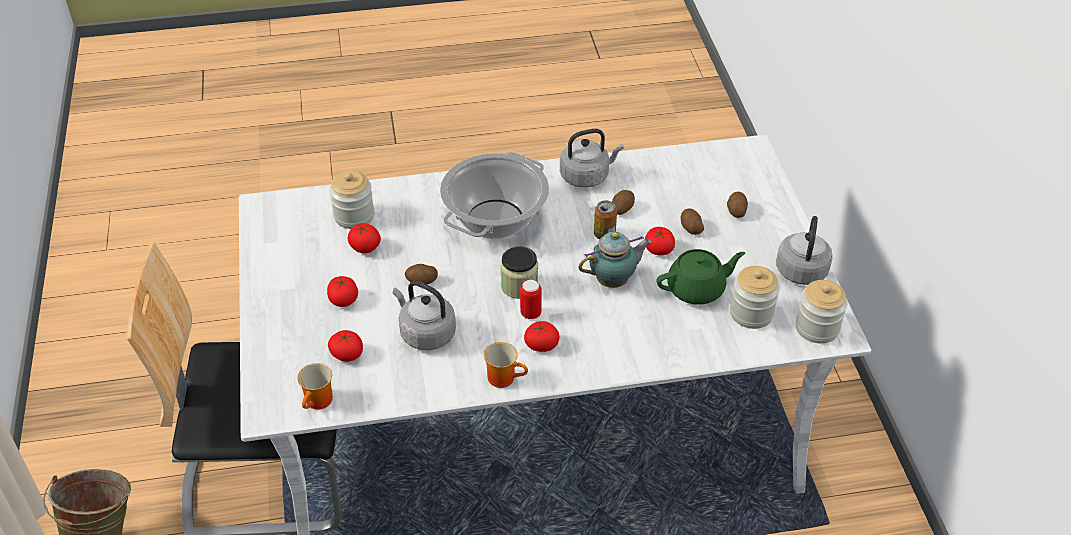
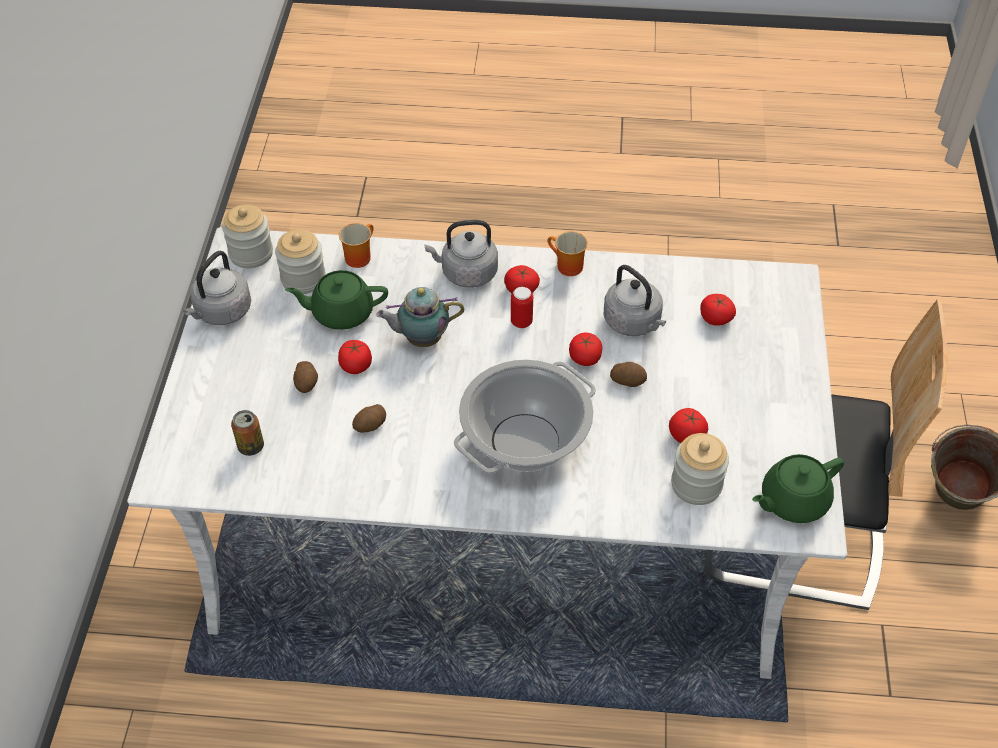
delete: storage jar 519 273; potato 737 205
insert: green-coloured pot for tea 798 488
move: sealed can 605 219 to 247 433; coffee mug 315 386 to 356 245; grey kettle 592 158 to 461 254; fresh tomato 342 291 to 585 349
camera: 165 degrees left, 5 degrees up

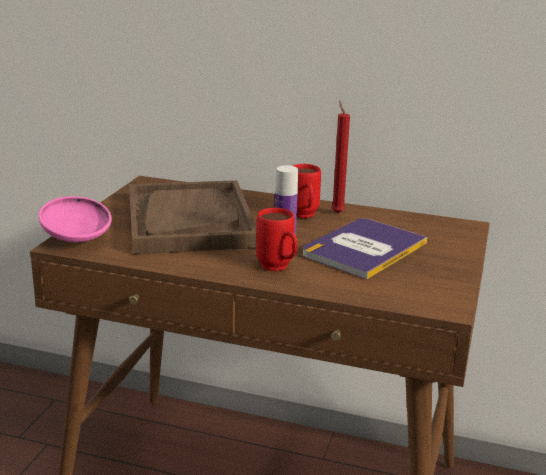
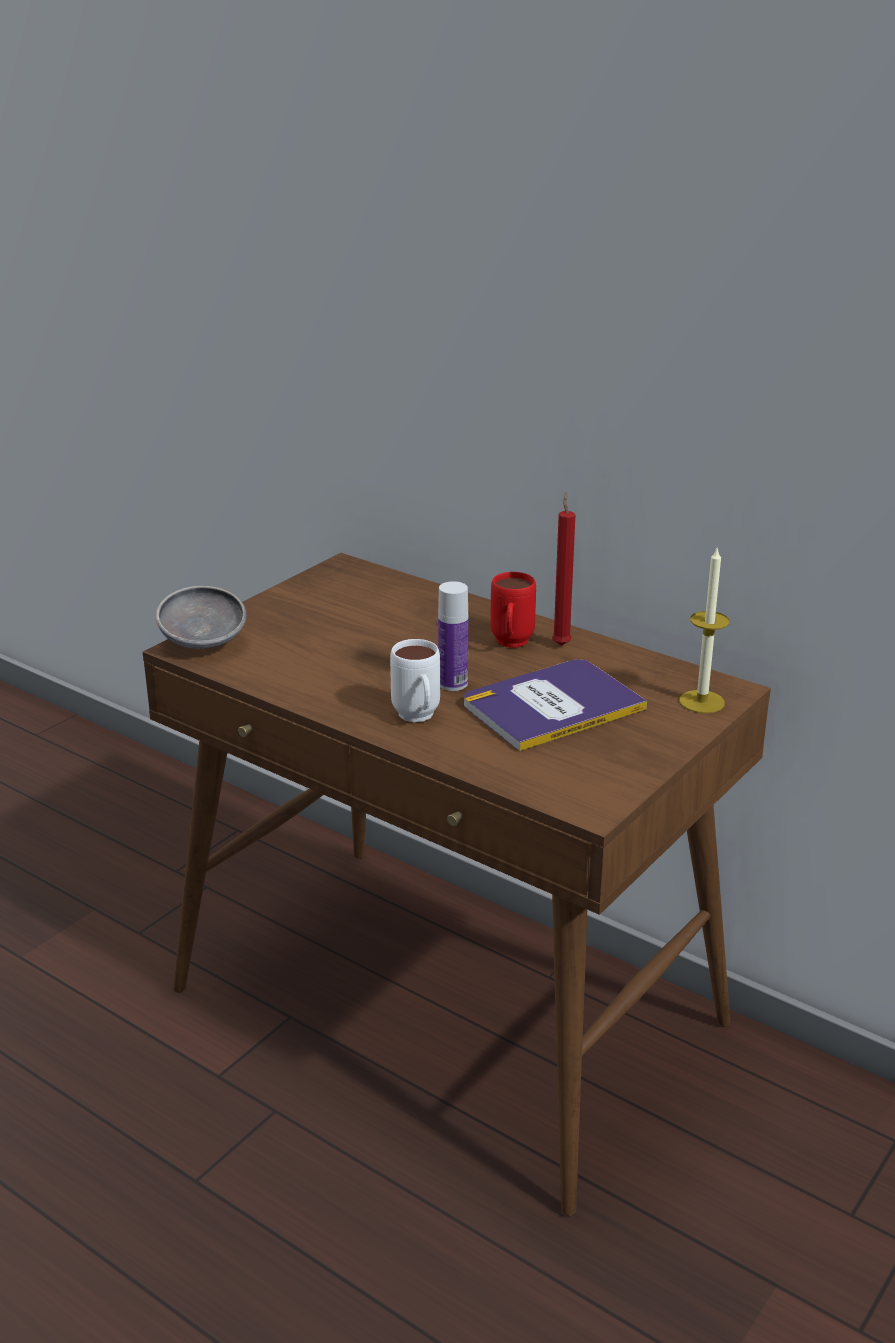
delete: brown serving tray 193 217
insert: wax candle 704 630
recolor: pink-coloured serving bowl 75 219 to grey serving bowl 200 617; red coffee mug 277 239 to white coffee mug 415 681
camera: 20 degrees right, 5 degrees up

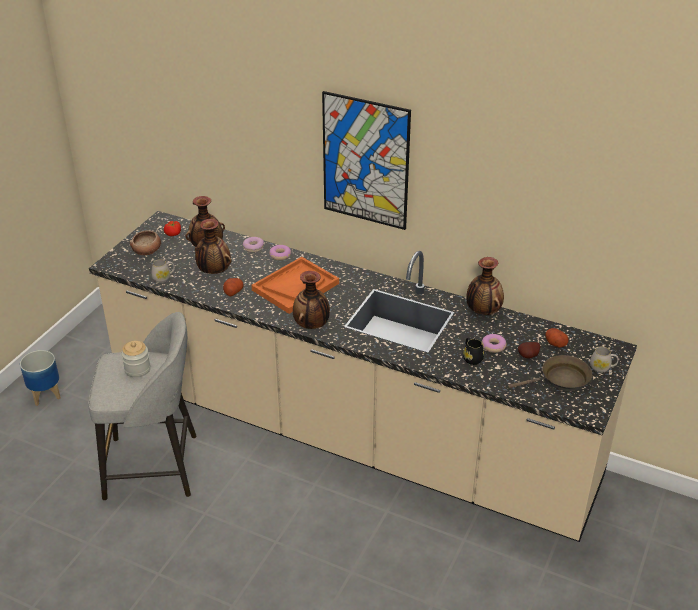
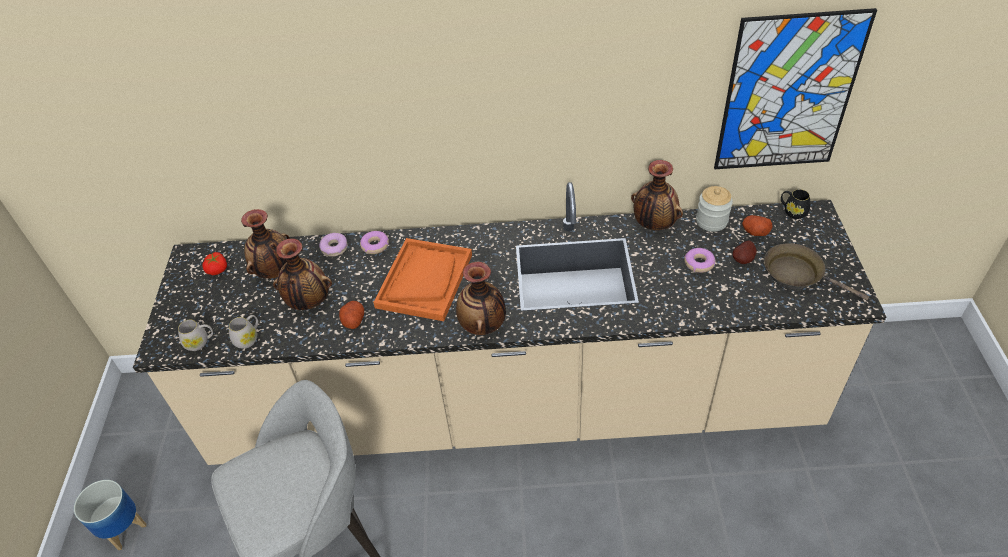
delete: serving bowl 145 242
move: white coffee mug 604 360 to 195 335; storage jar 136 359 to 714 209; wall art 366 160 to 795 88; black coffee mug 473 351 to 795 204
rotate: brown pan 550 373 = 816 271 105 degrees counterclockwise
camera: 25 degrees left, 10 degrees up

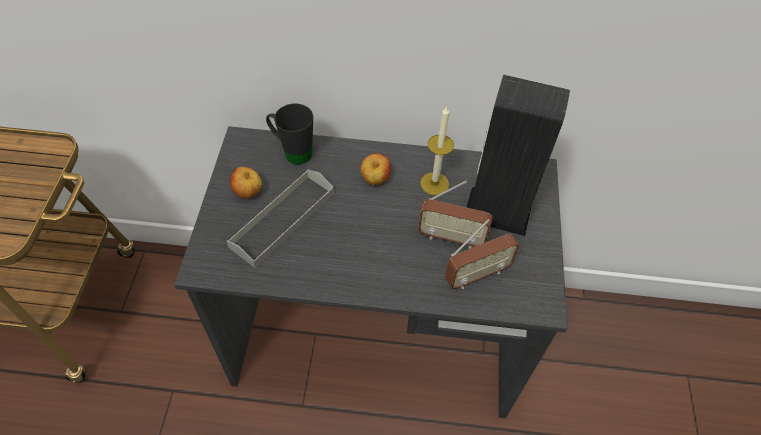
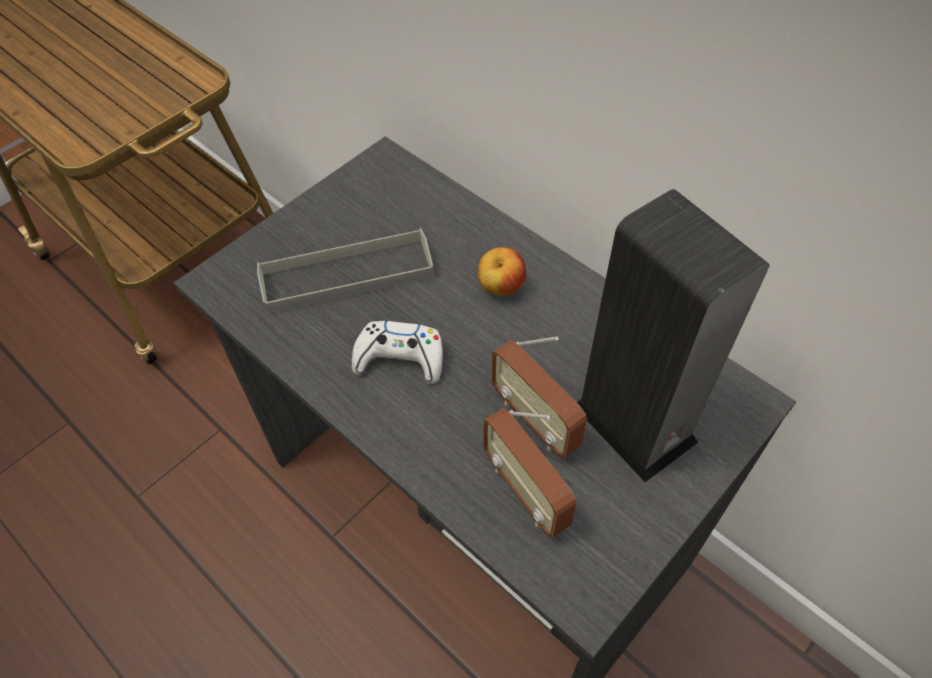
delete: whole apple 246 183; black coffee mug 289 134; wax candle 437 151
insert: white joypad 397 352
rotate: radio set 482 254 = 530 473 45 degrees clockwise
camera: 40 degrees right, 0 degrees up

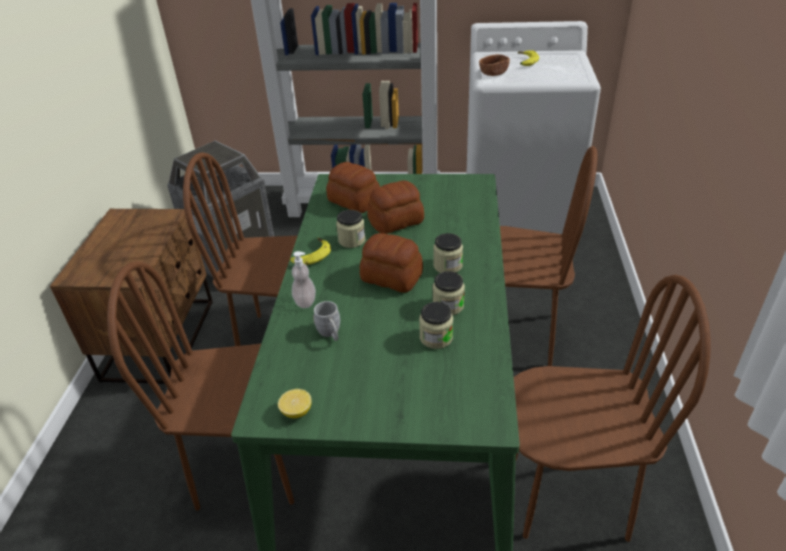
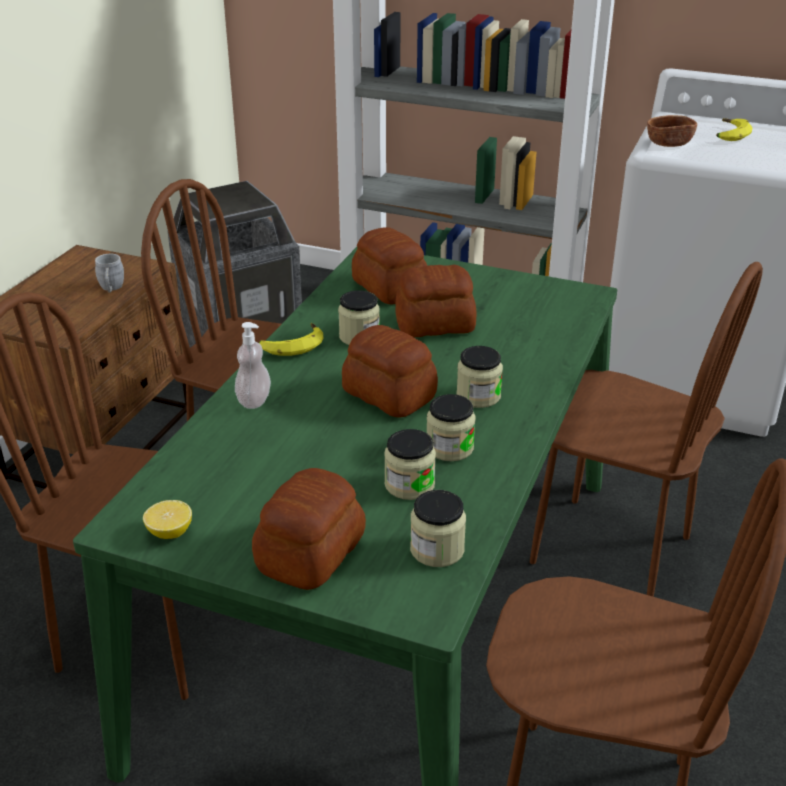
insert: bakery bread 309 529; storage jar 438 528
move: grey coffee mug 326 321 to 109 273
camera: 15 degrees right, 5 degrees down

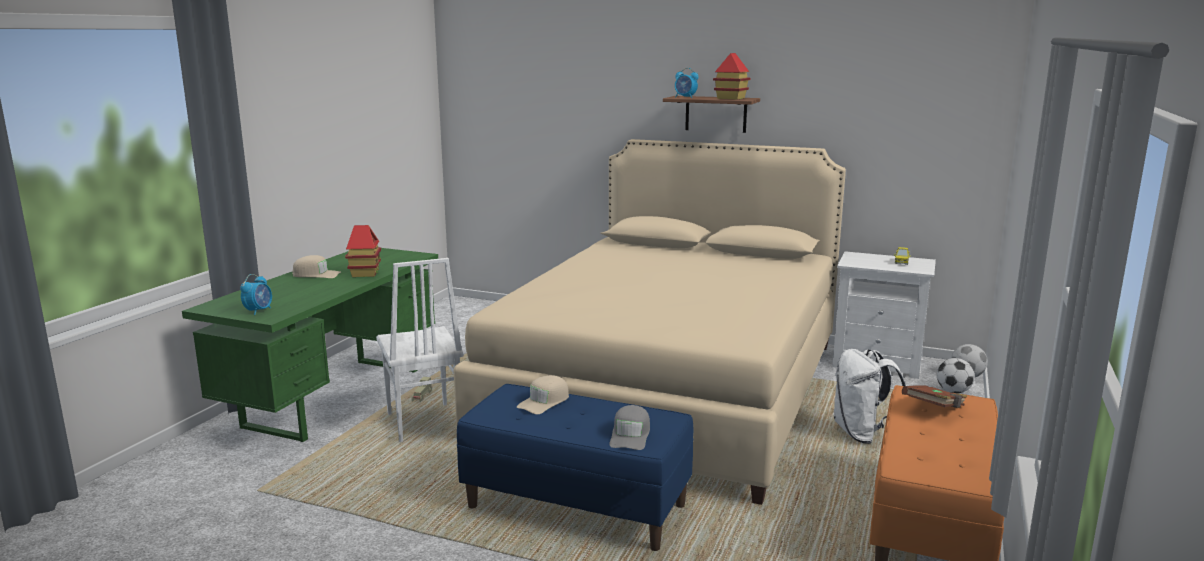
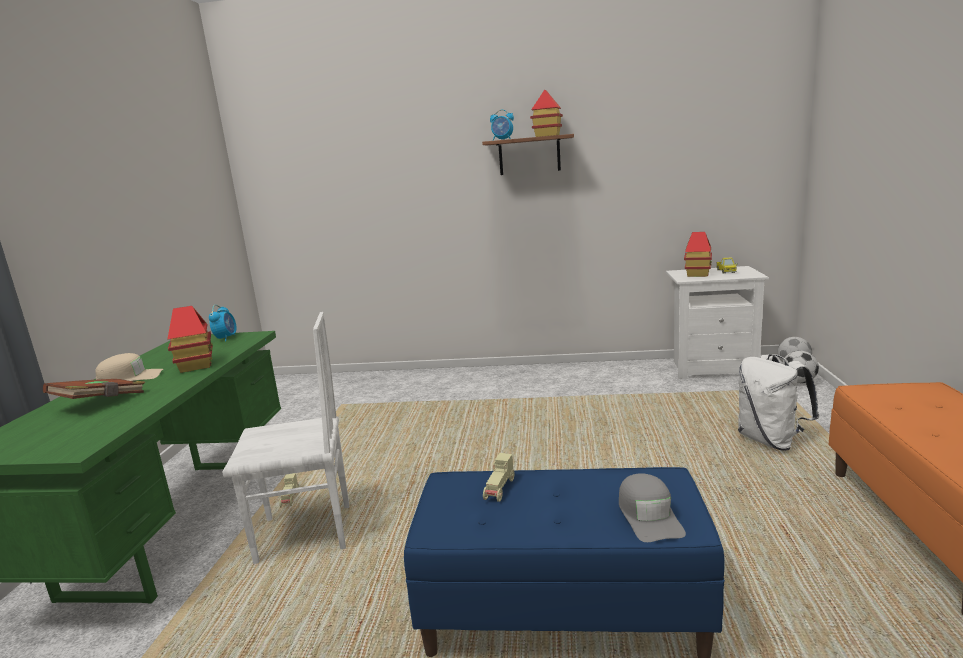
delete: sand-coloured bedroom bed 650 322
insert: miniature house 698 254
move: brown volume 934 396 to 94 389; alarm clock 256 294 to 222 323
replace: sand-coloured cap 543 394 to sand-coloured toy car 499 477
rotate: white chair 419 350 = 285 438 60 degrees counterclockwise
camera: 15 degrees left, 0 degrees up

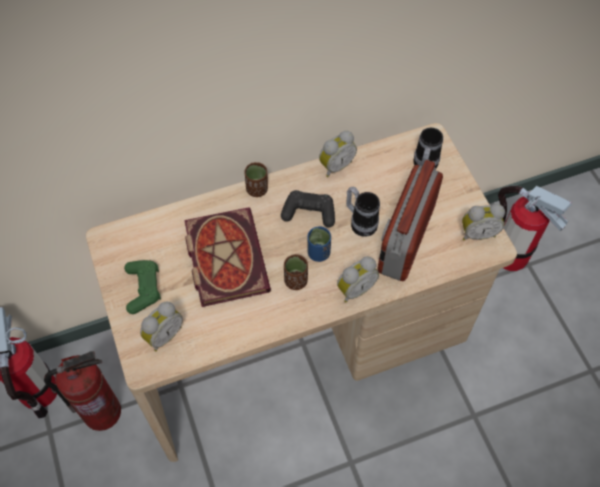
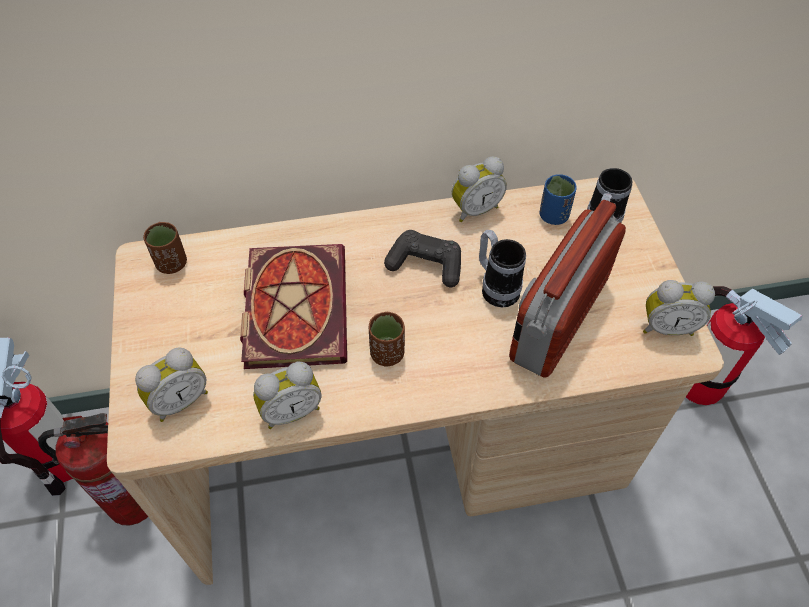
delete: green-coloured joypad 142 287
move: brown cup 256 179 to 165 248; alarm clock 358 280 to 287 395; blue-coloured cup 319 244 to 558 199
camera: 10 degrees right, 5 degrees down

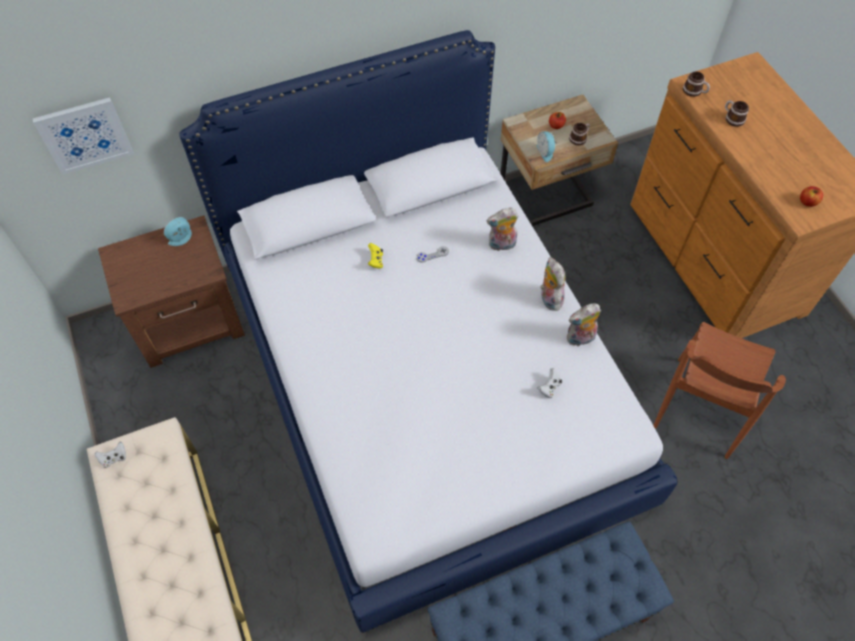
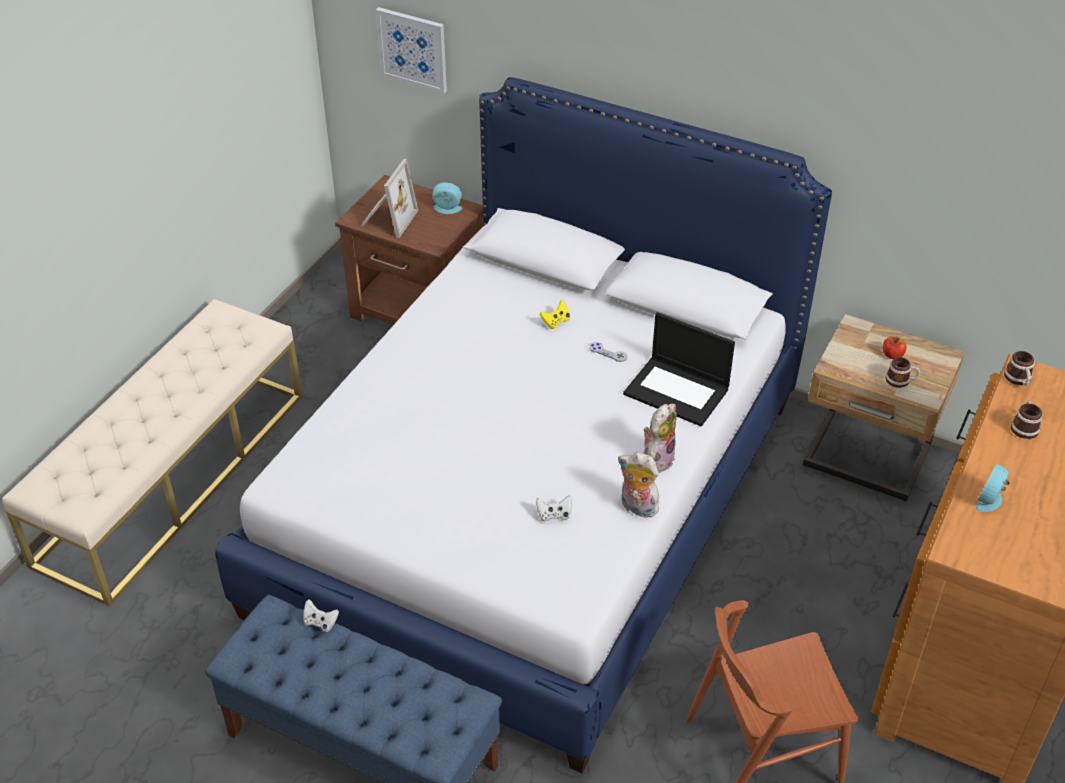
delete: whole apple 811 196
insert: standing frame 389 198
move: white joypad 110 454 to 321 615; alarm clock 547 146 to 992 488
replace: plush toy 502 229 to notebook computer 679 369
camera: 50 degrees right, 15 degrees down

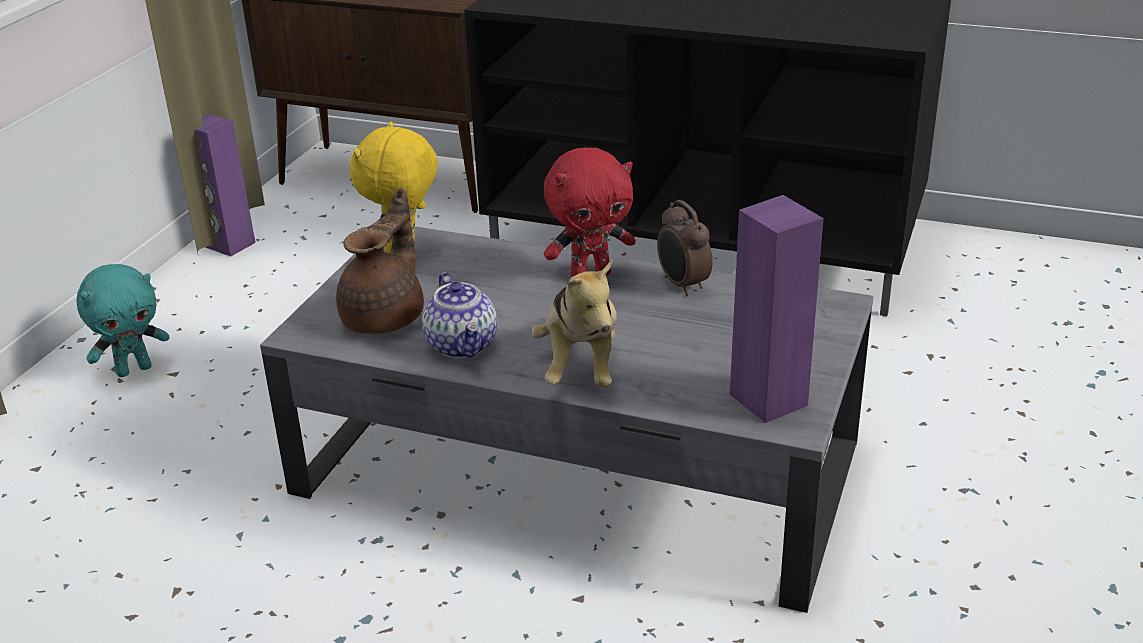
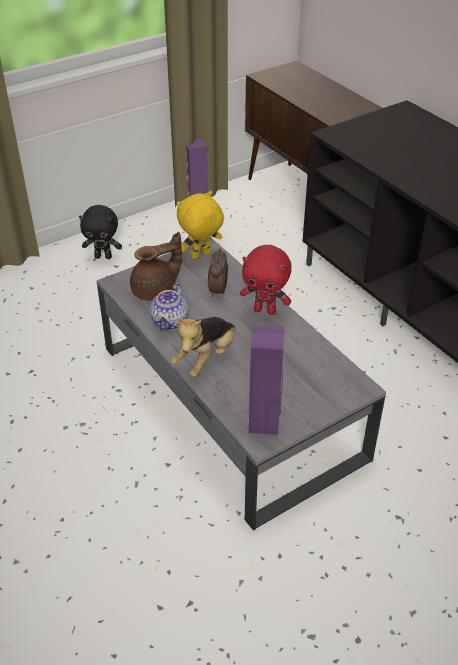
move: alarm clock 684 248 to 218 272
recolor: turquoise-coloured plush toy 122 320 to black plush toy 100 232
camera: 35 degrees right, 10 degrees up

